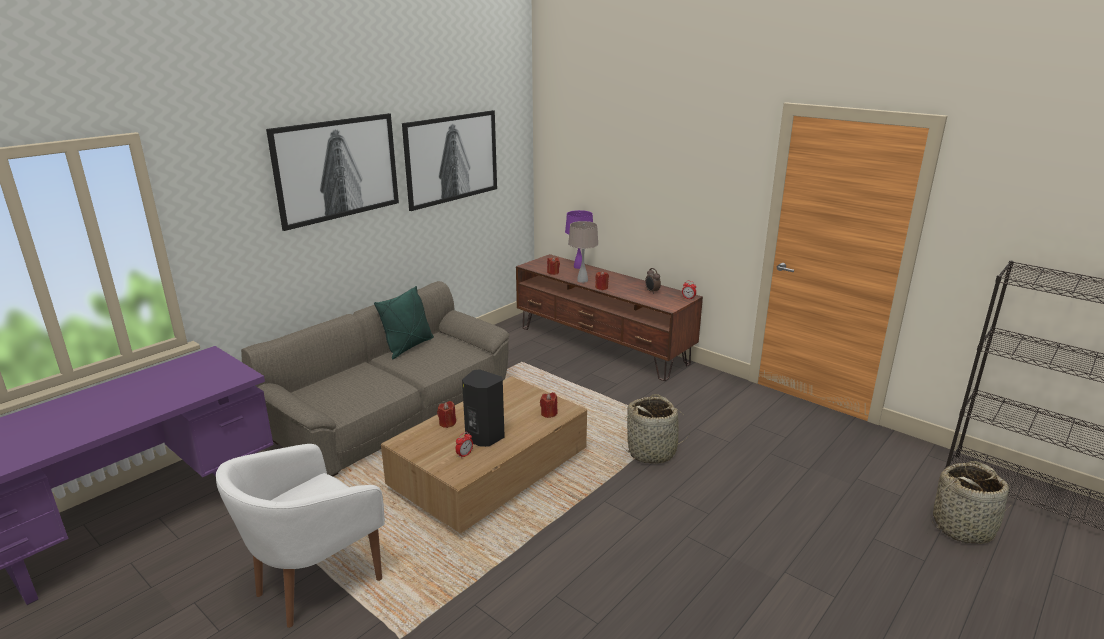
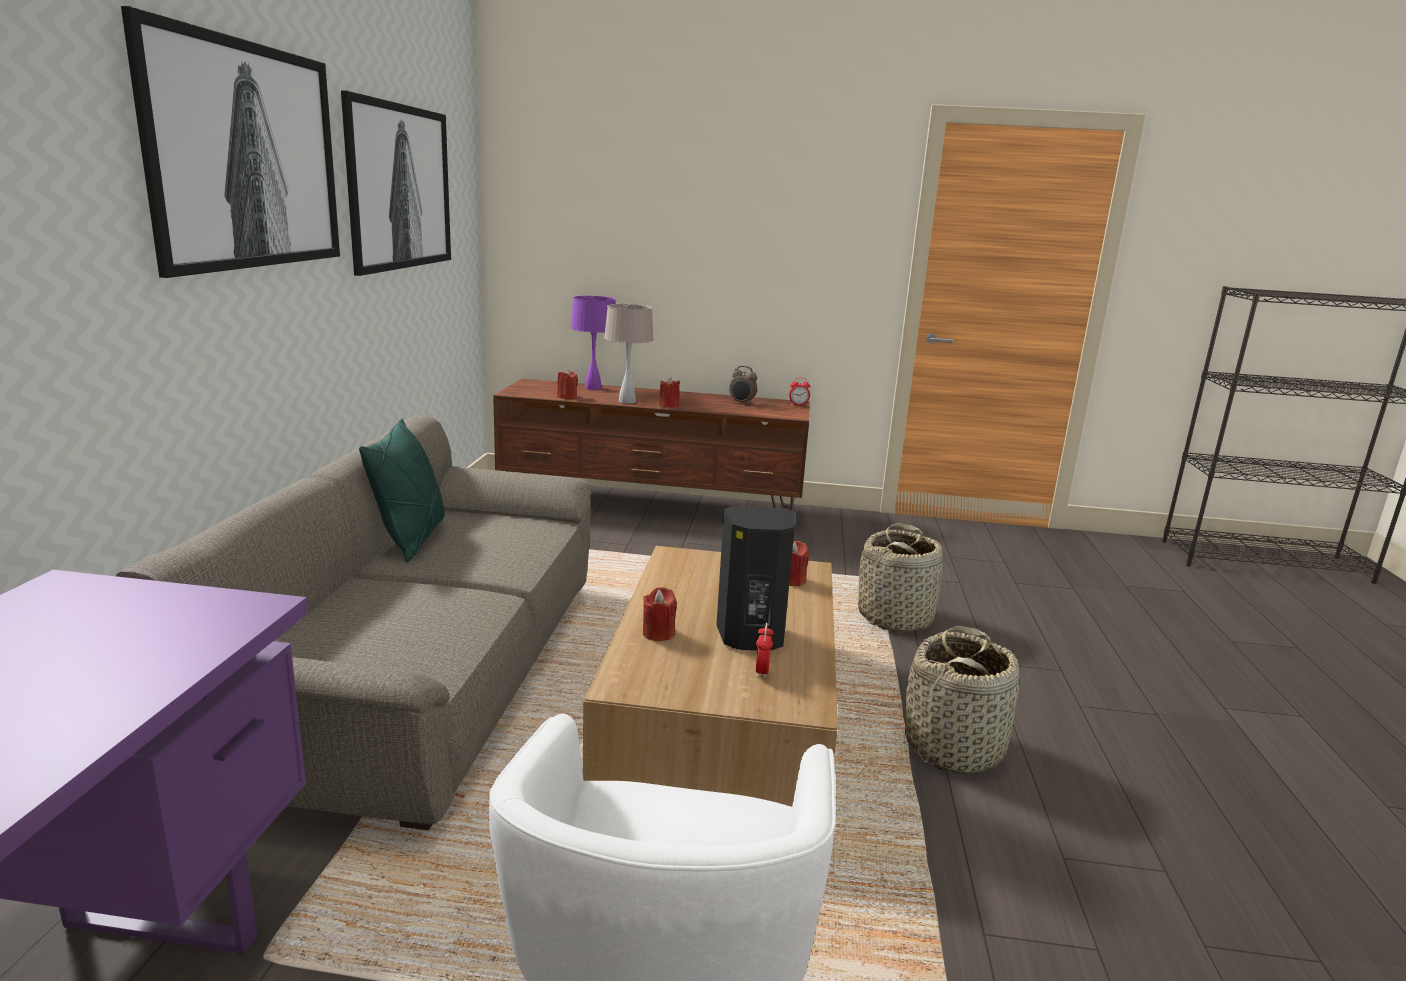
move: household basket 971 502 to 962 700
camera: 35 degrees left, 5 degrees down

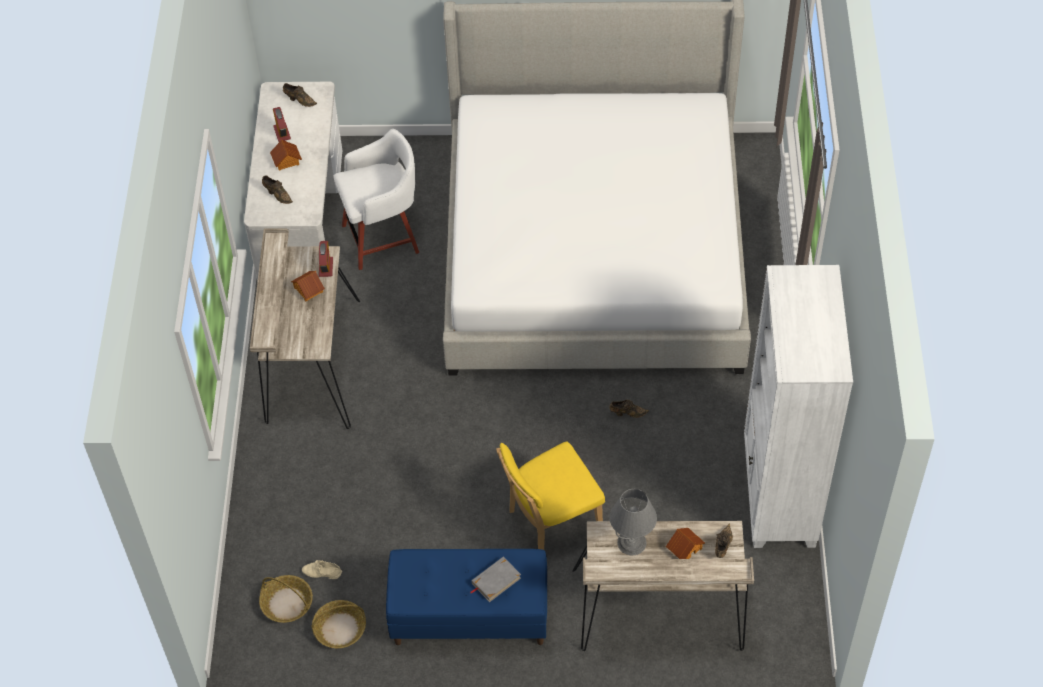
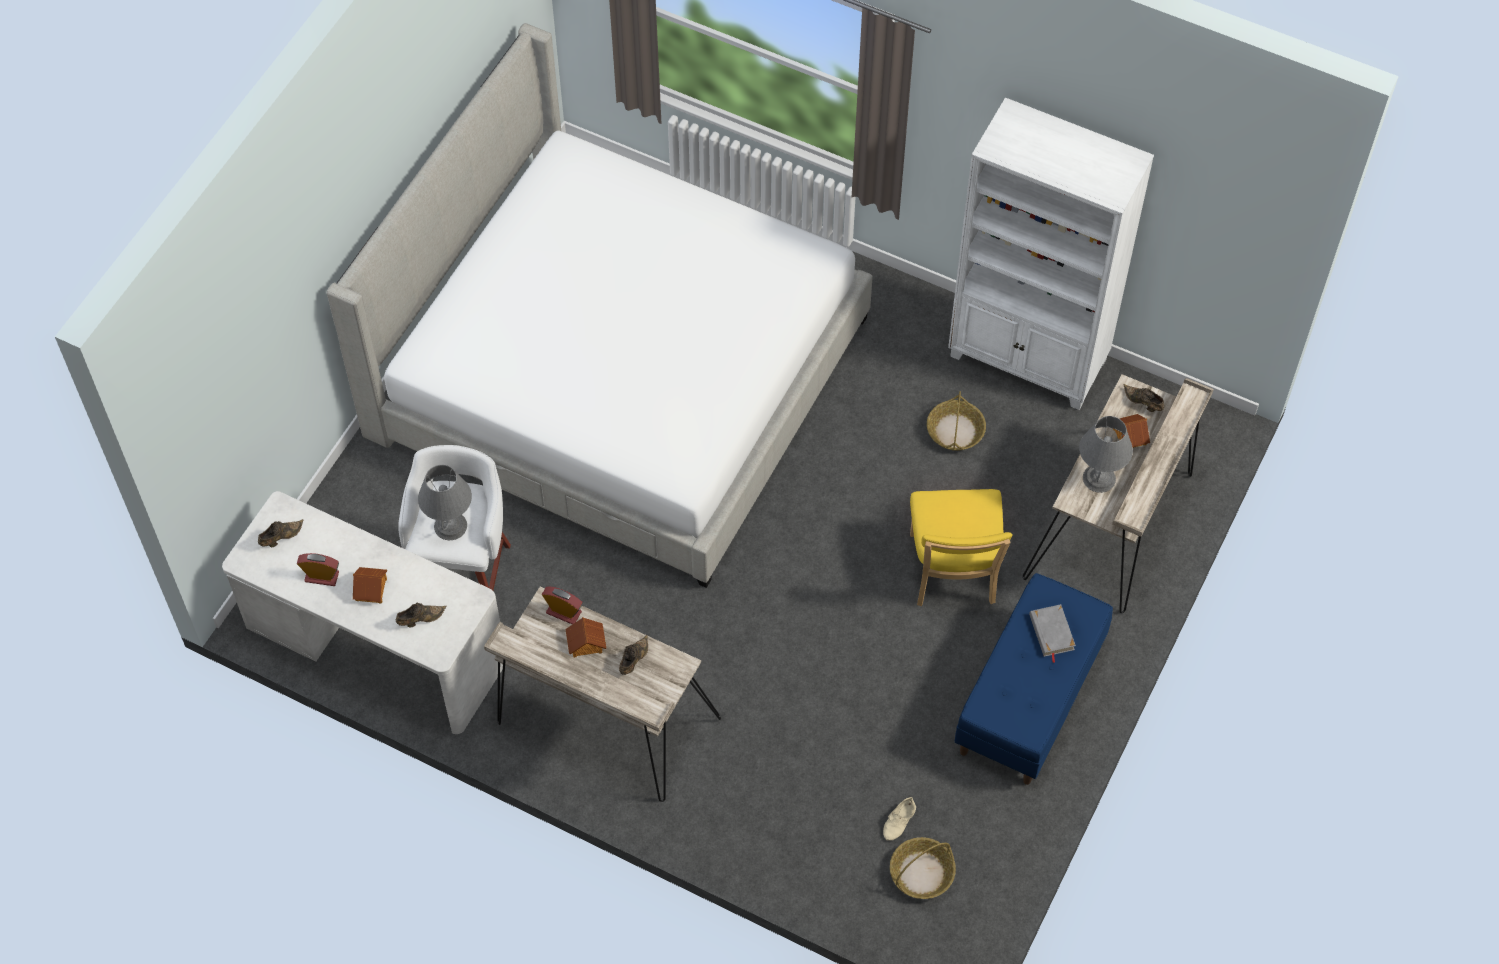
insert: grey tabletop lamp 445 502
move: brown shoe 629 409 to 633 655; household basket 339 624 to 956 421
camera: 65 degrees left, 5 degrees up

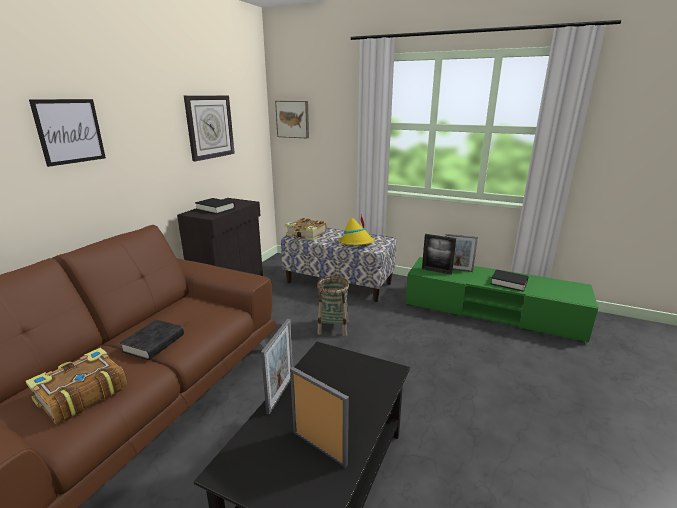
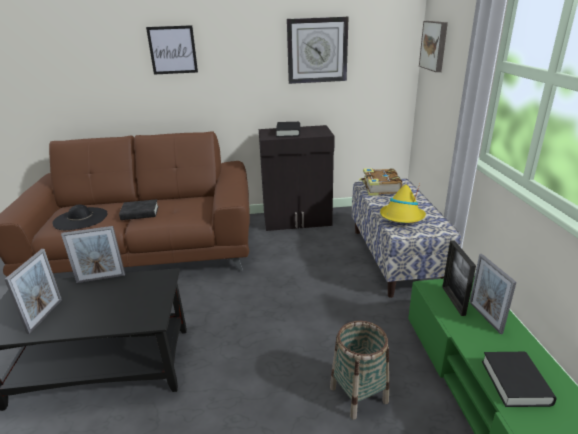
move: household basket 333 306 to 359 370
replace: volume 76 385 to black wearable hat 79 217
camera: 60 degrees right, 5 degrees up

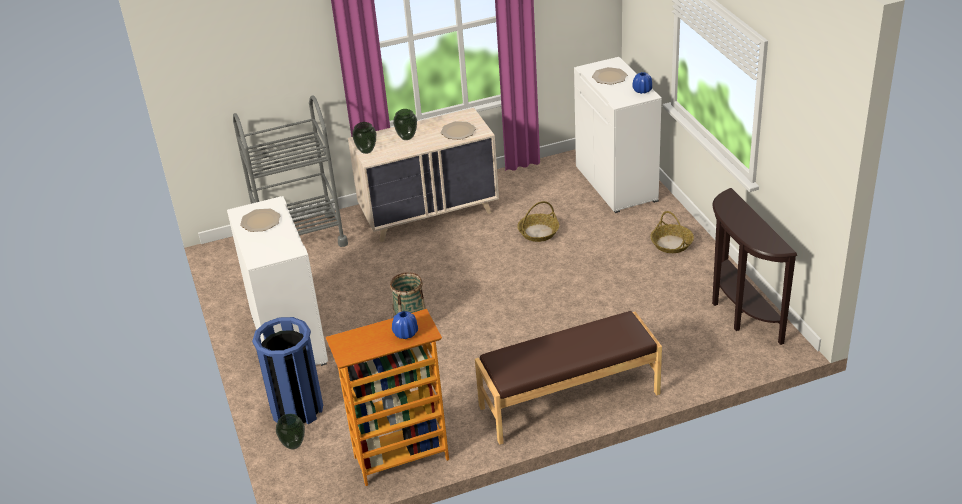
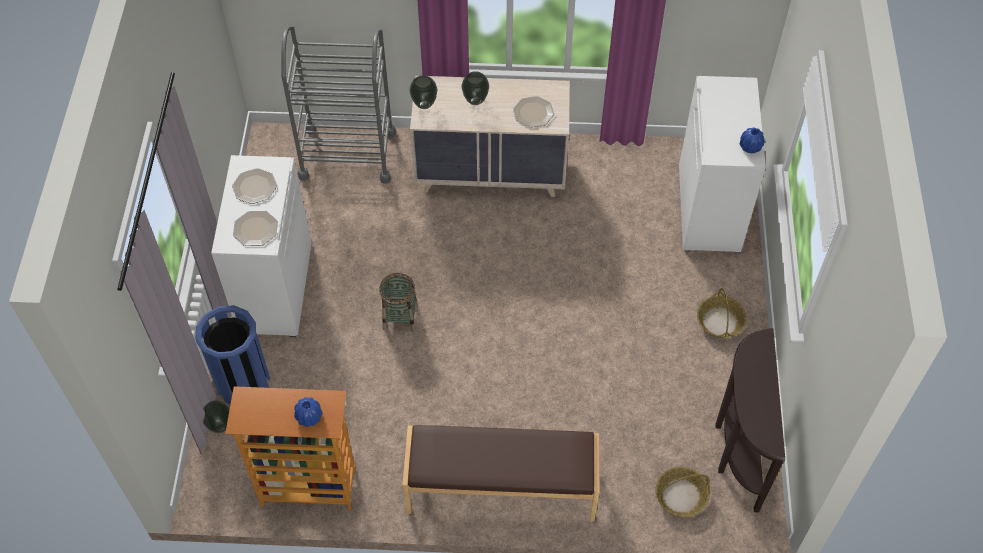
move: flat dish 609 76 to 255 228; household basket 538 221 to 682 492
camera: 20 degrees right, 20 degrees up

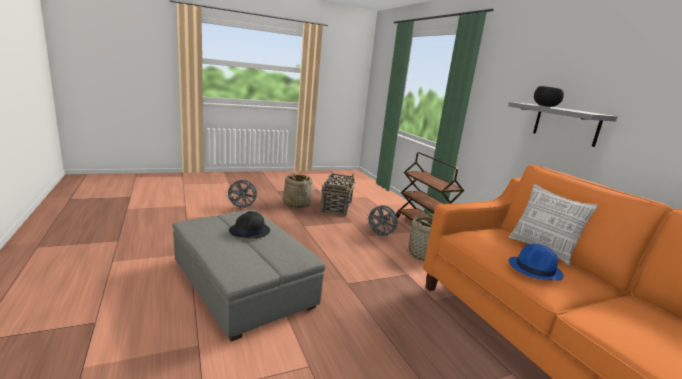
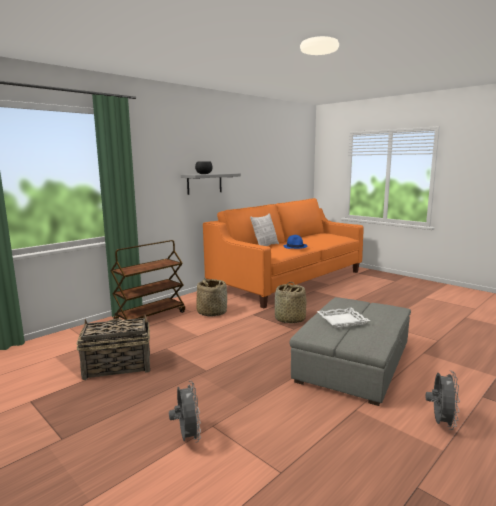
move: household basket 297 190 to 290 302; grey cooling fan 382 220 to 442 400
replace: black wearable hat 249 224 to white serving tray 343 317
camera: 110 degrees left, 5 degrees down

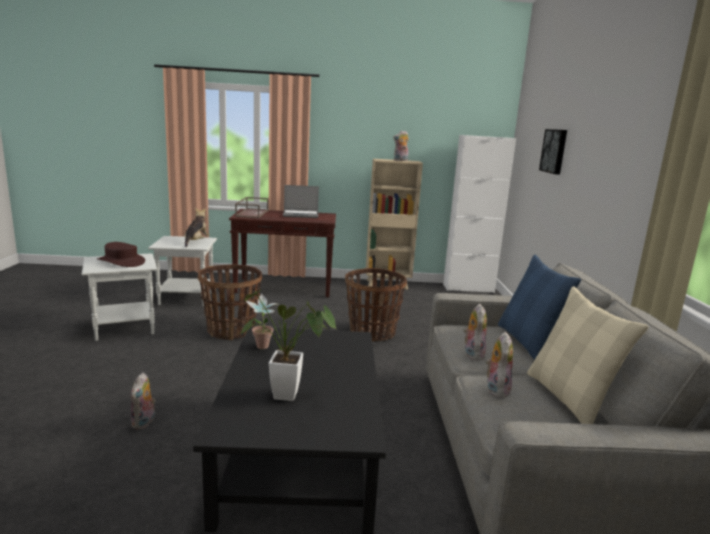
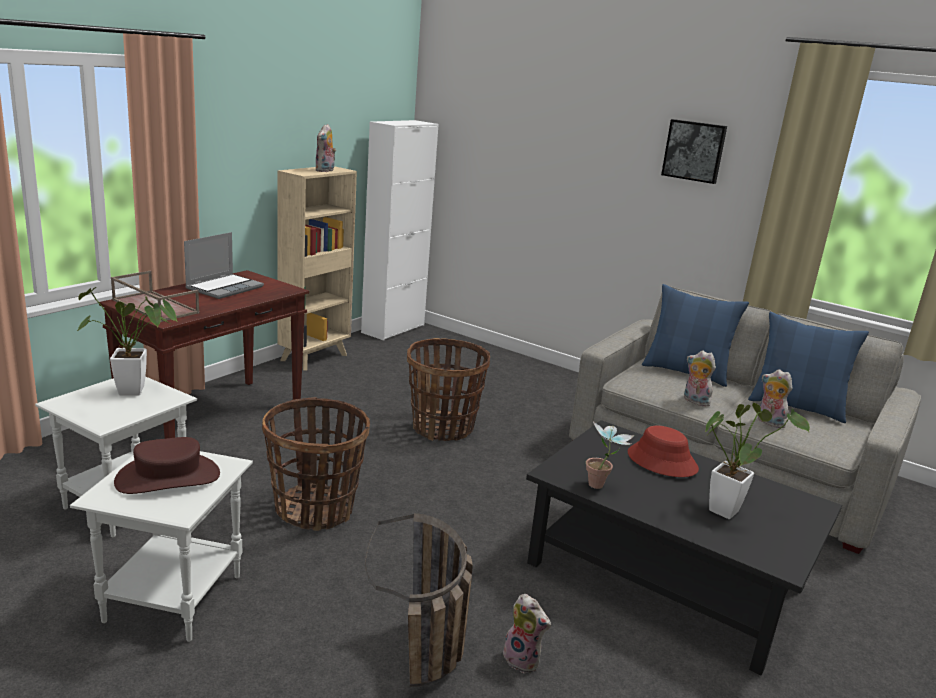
insert: household basket 419 600; red wearable hat 663 451
move: wall art 553 152 to 694 151
replace: plush toy 197 227 to plant in a pot 127 341
recolor: sand-coloured cushion 588 355 to blue-coloured cushion 808 367
camera: 55 degrees left, 5 degrees up

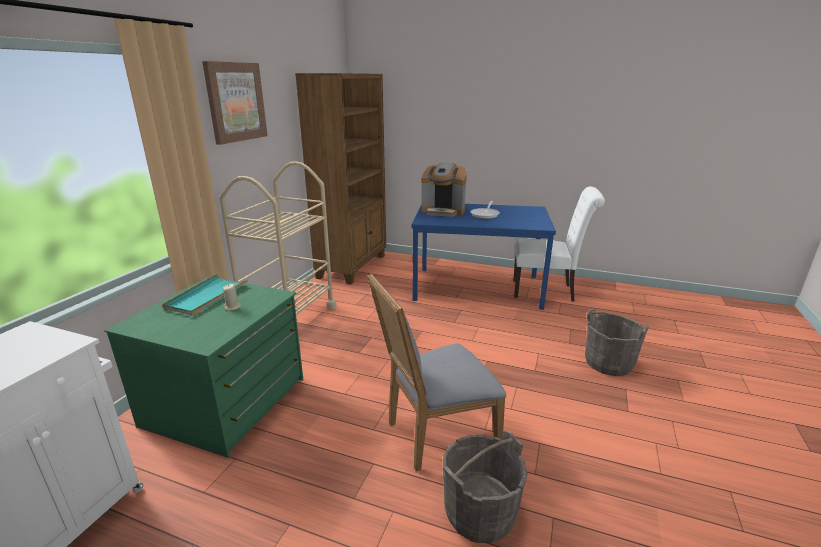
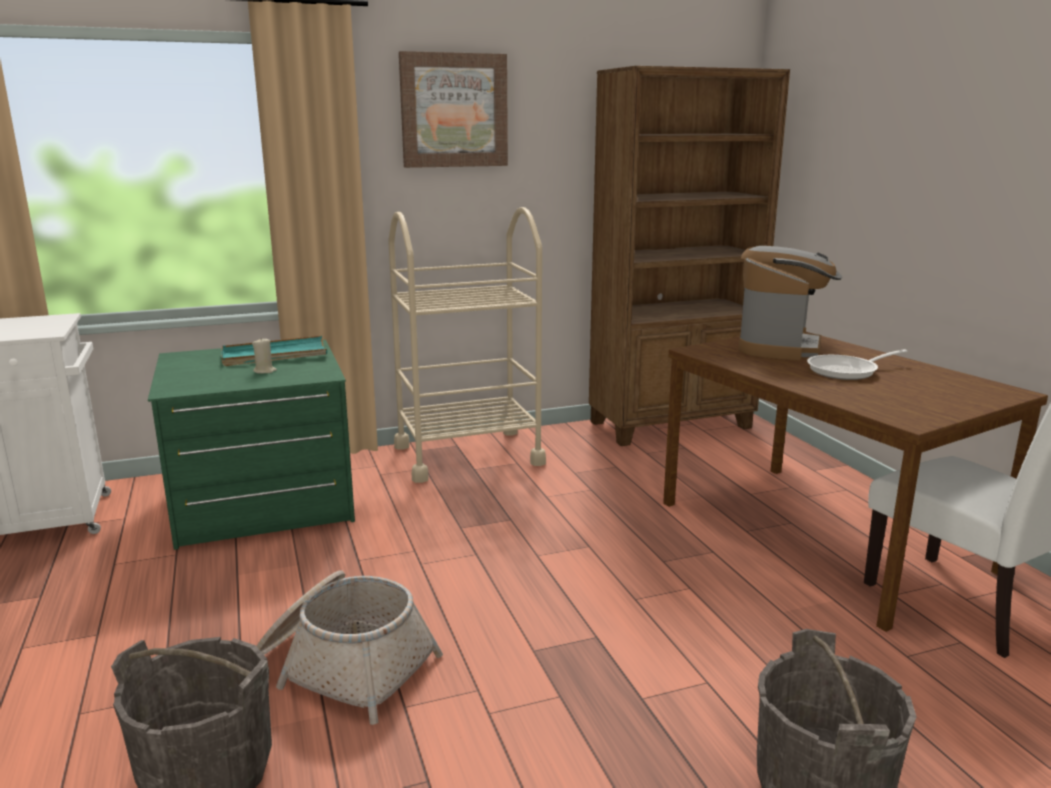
replace: grey chair 436 372 to household basket 349 647
recolor: blue-coloured dining table 484 257 to brown dining table 855 482
rotate: coffee brewer 444 189 = 790 303 135 degrees counterclockwise
camera: 50 degrees right, 5 degrees down

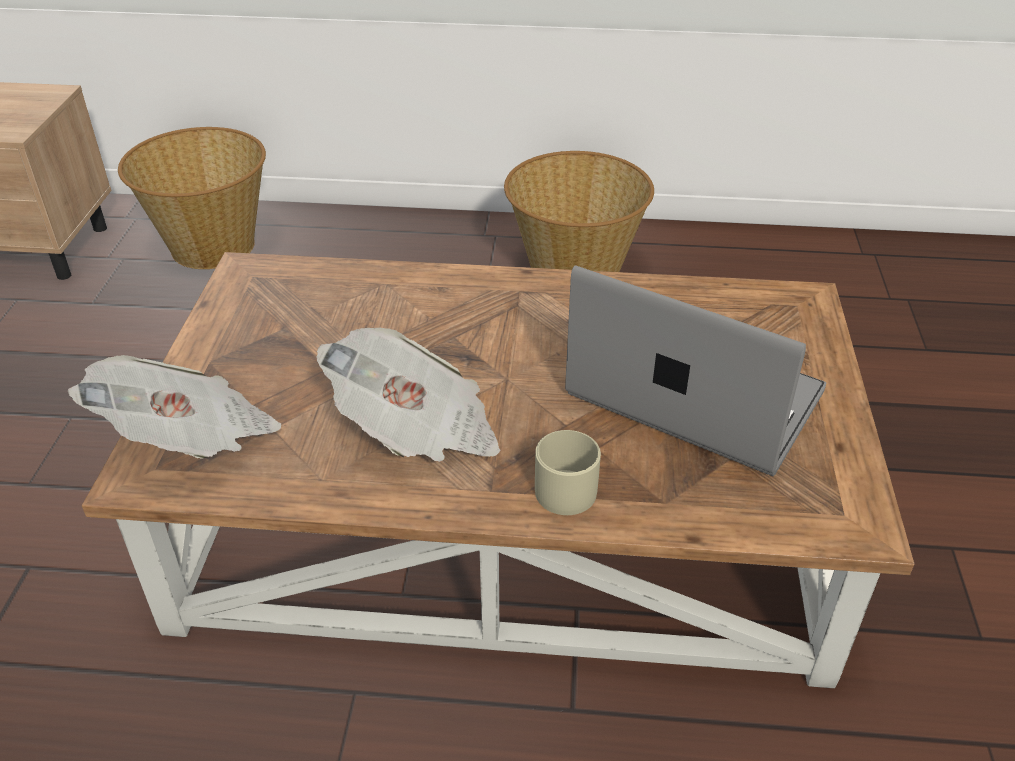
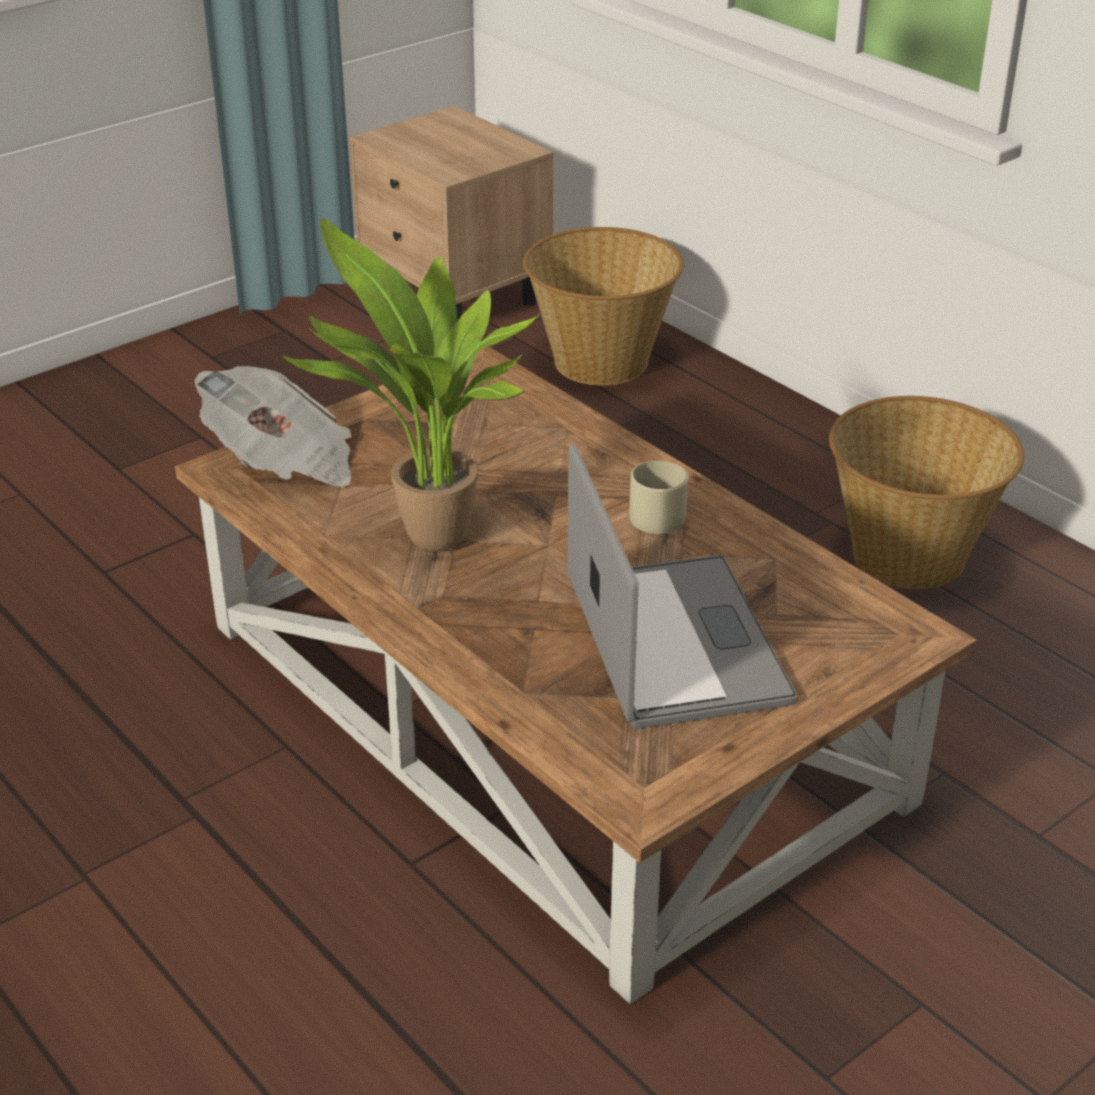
move: sand-coloured coffee mug 568 472 to 659 497
replace: printed paper 409 395 to plant in a pot 411 384
camera: 45 degrees right, 5 degrees down

